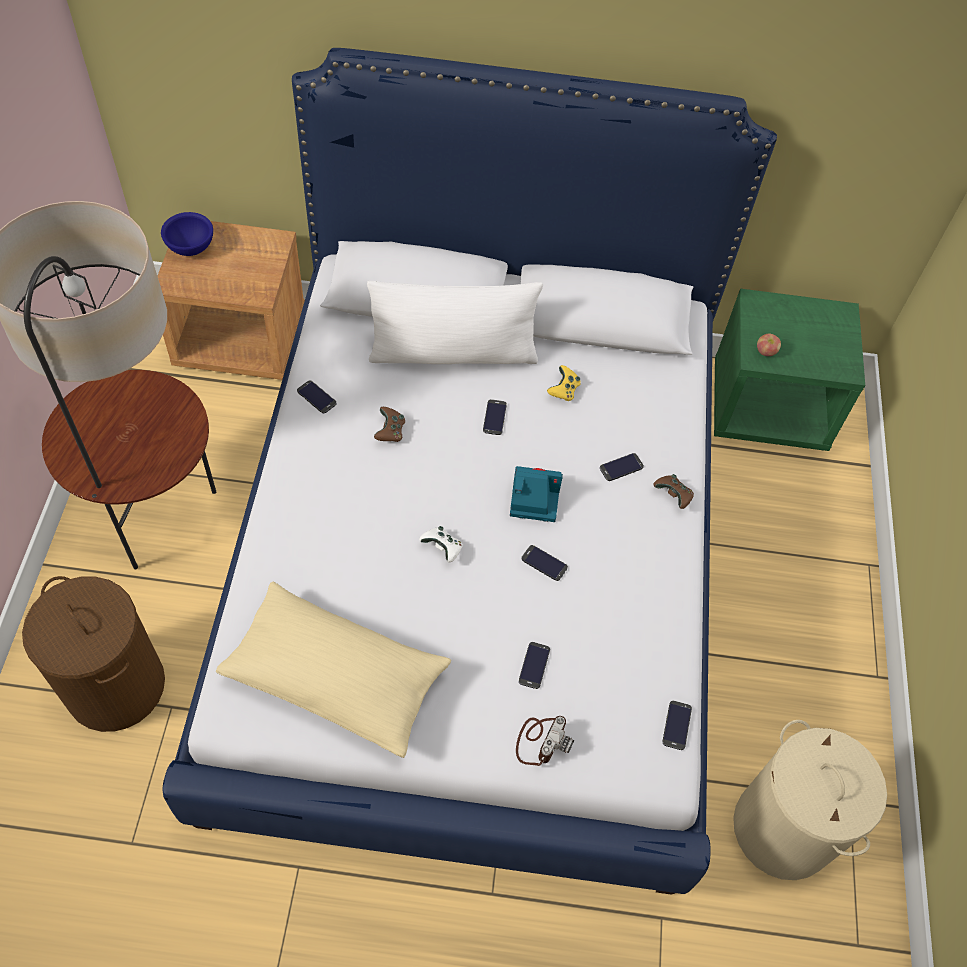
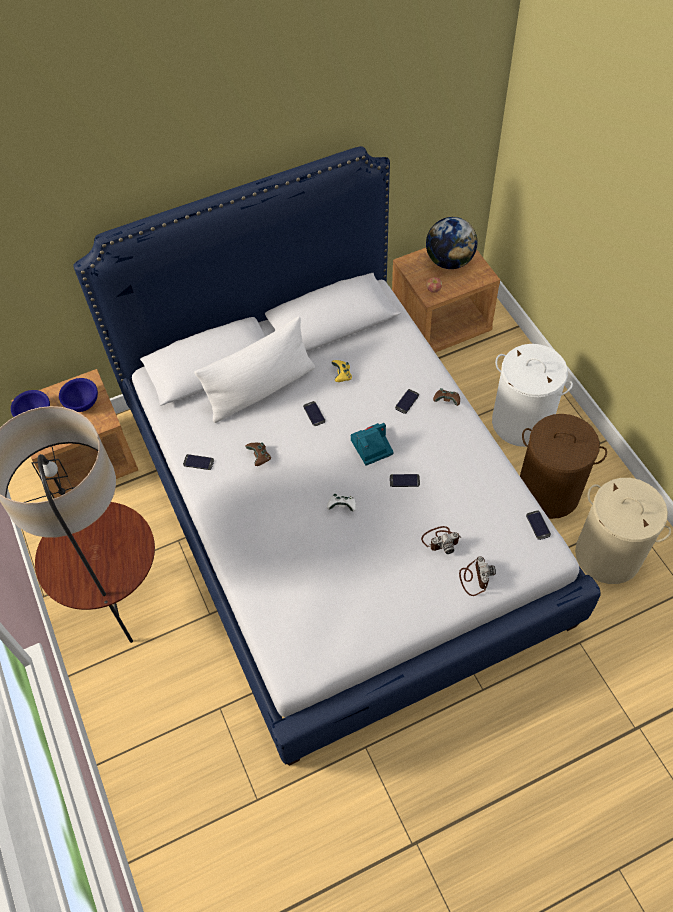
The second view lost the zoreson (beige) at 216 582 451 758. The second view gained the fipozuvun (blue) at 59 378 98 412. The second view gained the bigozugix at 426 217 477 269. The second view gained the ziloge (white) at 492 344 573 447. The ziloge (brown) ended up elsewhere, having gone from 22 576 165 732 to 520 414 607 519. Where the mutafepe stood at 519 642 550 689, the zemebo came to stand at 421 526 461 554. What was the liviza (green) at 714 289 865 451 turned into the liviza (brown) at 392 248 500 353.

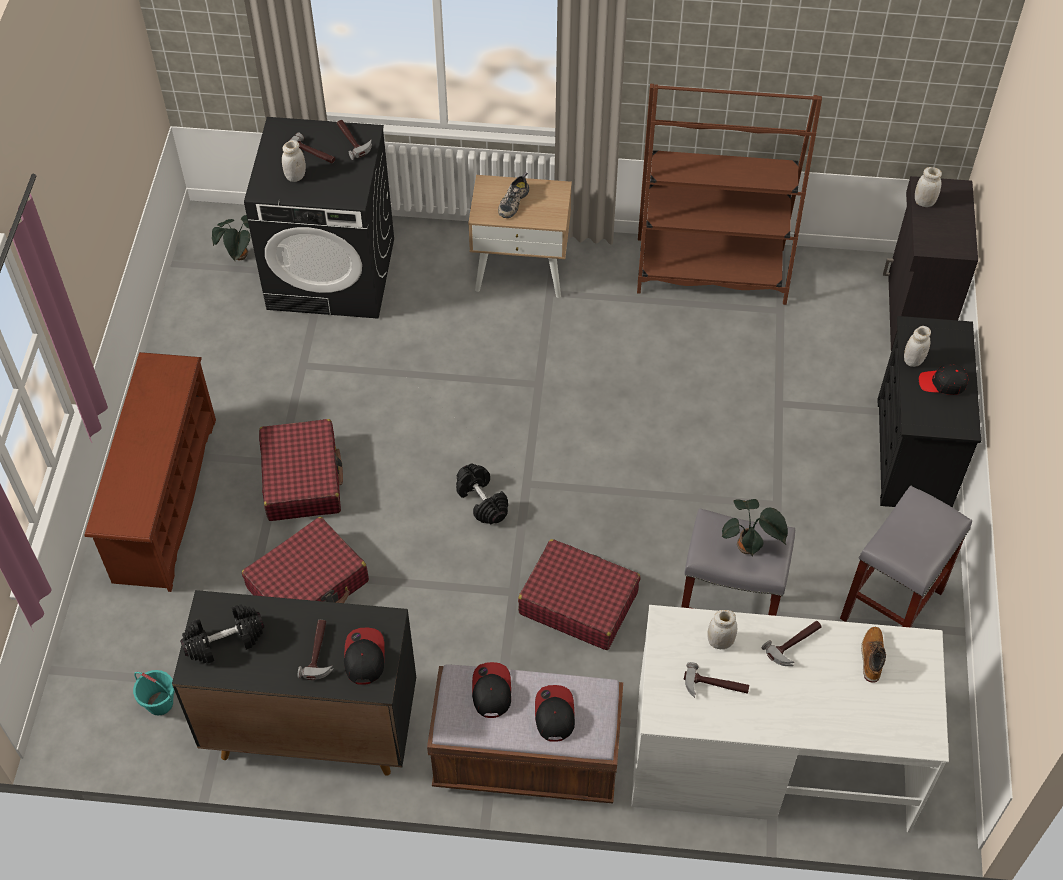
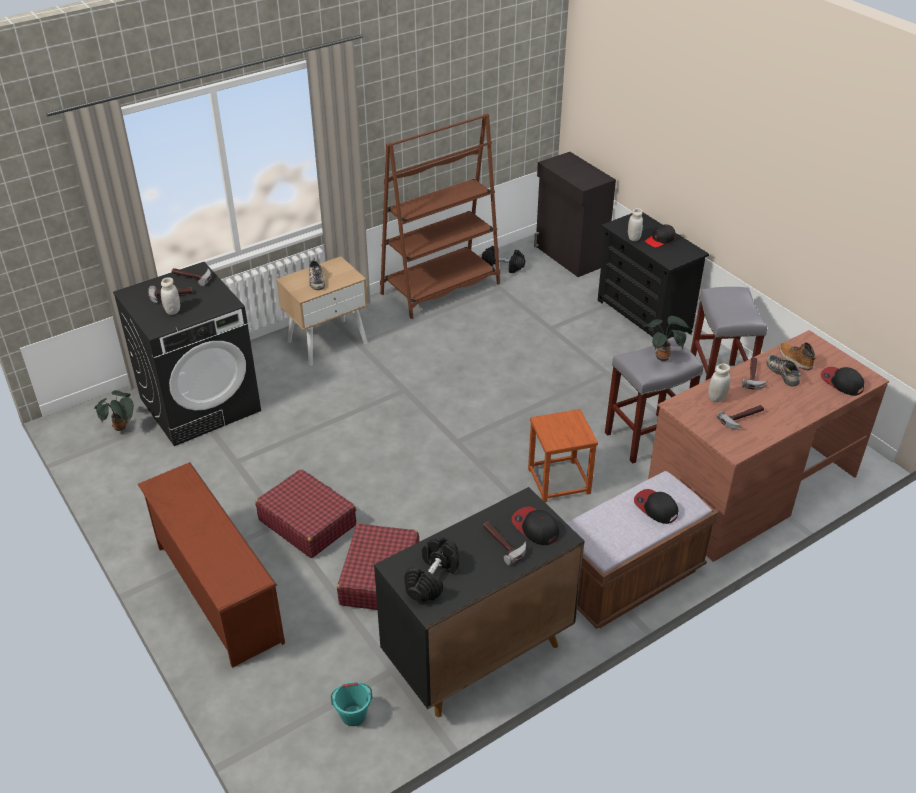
The second view lost the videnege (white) at 915 167 942 207. The second view gained the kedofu at 766 355 801 386. The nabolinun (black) ended up elsewhere, having gone from 456 464 508 524 to 482 246 525 273. The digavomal ended up elsewhere, having gone from 472 662 511 718 to 821 367 864 396. Where the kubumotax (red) stood at 518 539 640 650, the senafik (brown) came to stand at 528 409 598 502. What was the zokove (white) at 631 605 949 833 turned into the zokove (brown) at 648 330 889 562.

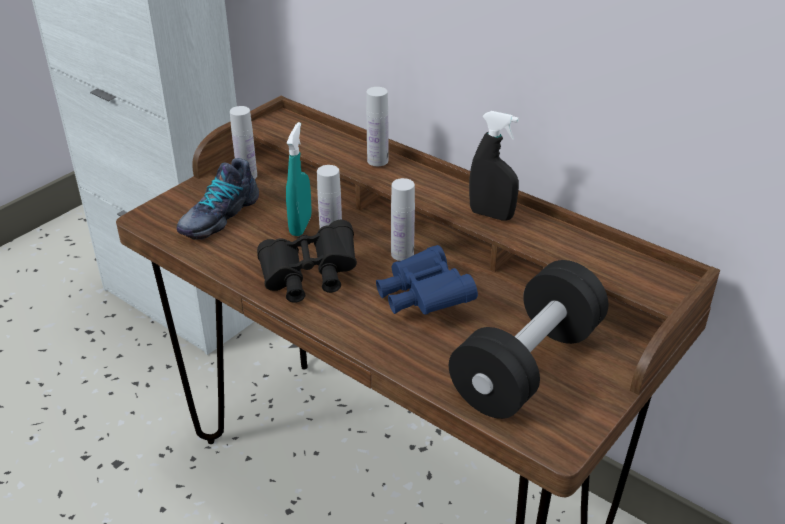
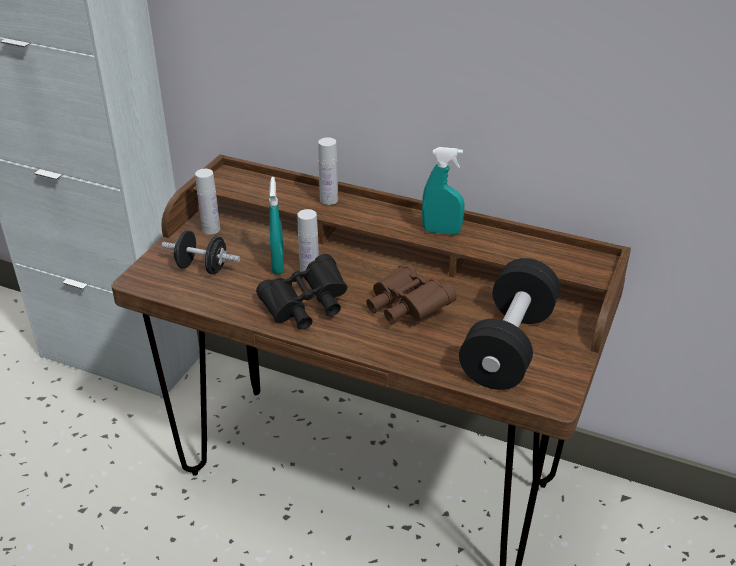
The second view lost the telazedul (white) at 391 178 415 261. Where the kedofu stood at 177 158 259 240, the nabolinun (black) came to stand at 162 230 240 274. What was the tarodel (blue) at 376 245 478 315 turned into the tarodel (brown) at 366 263 457 324. What was the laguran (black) at 469 111 519 220 turned into the laguran (turquoise) at 422 147 465 235.

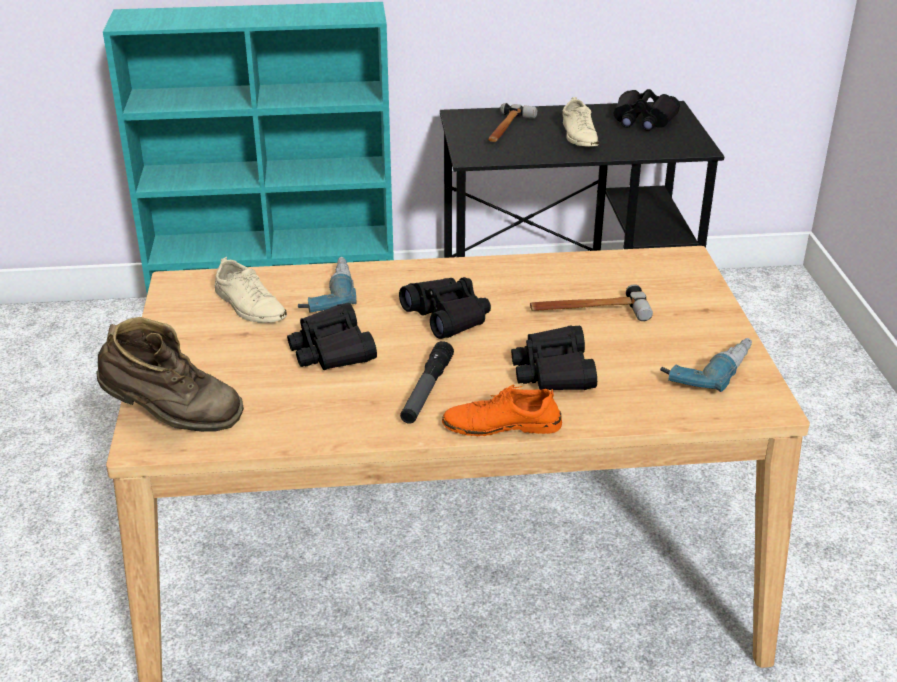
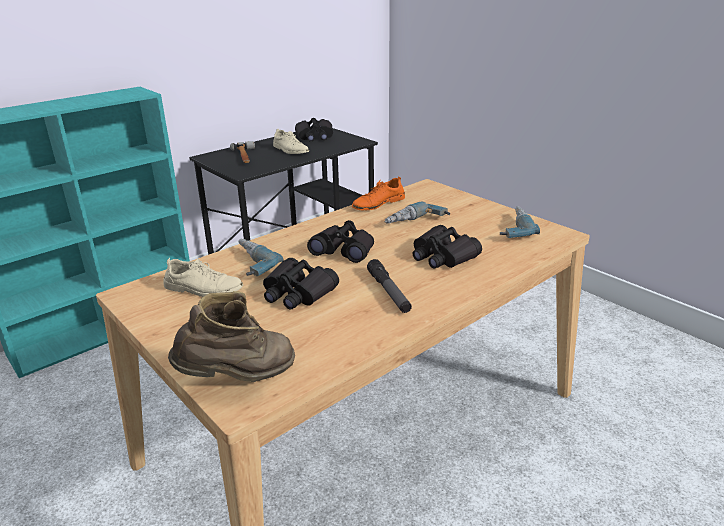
The kedofu (orange) ended up elsewhere, having gone from 442 384 562 436 to 352 177 405 211. Where the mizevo stood at 530 284 653 321, the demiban came to stand at 385 202 450 224.

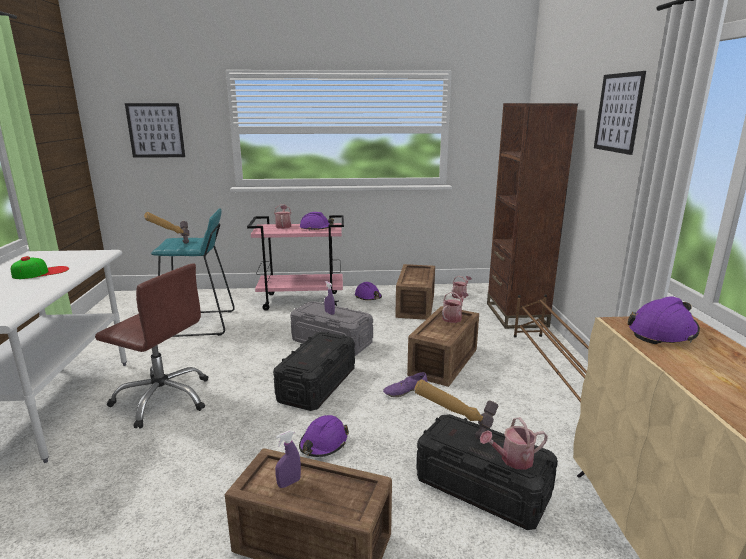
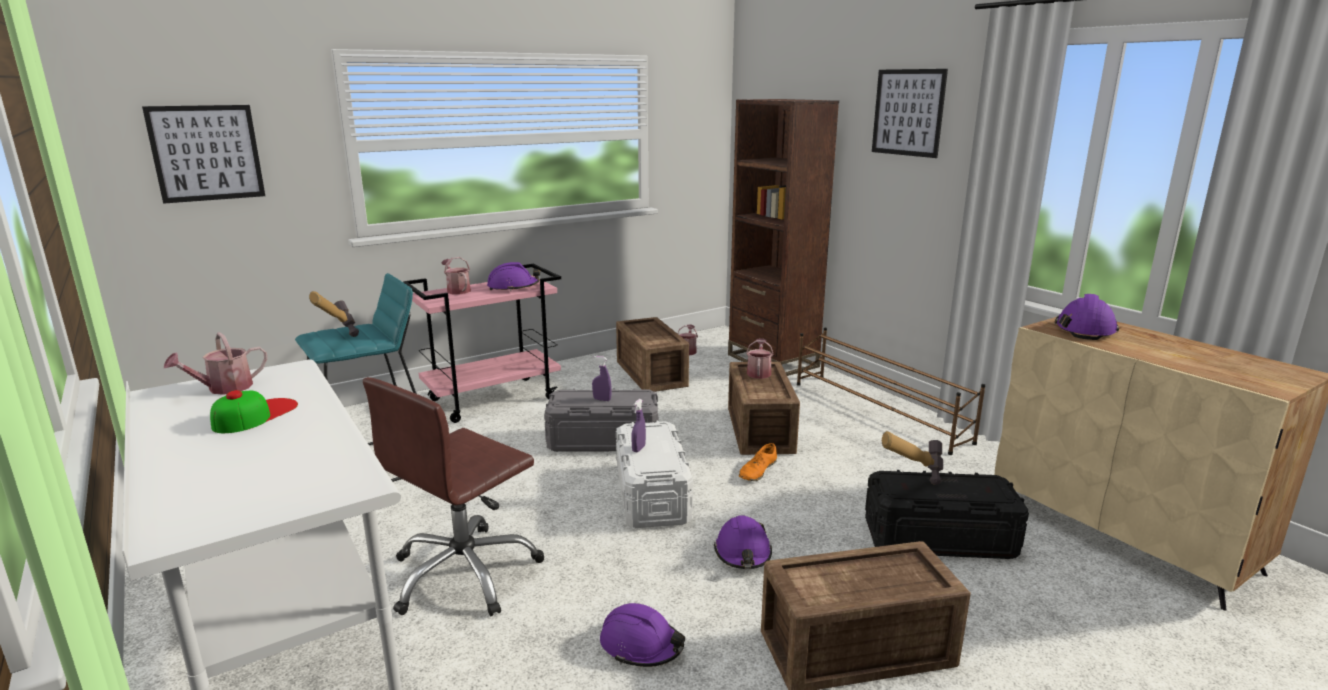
The laguran (purple) ended up elsewhere, having gone from 275 430 301 488 to 632 399 646 452. The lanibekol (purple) ended up elsewhere, having gone from 355 282 382 300 to 600 603 685 667. The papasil ended up elsewhere, having gone from 480 417 548 470 to 164 332 267 395. What was the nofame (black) at 273 332 355 411 turned into the nofame (white) at 616 421 693 528. What was the kedofu (purple) at 383 372 427 397 turned into the kedofu (orange) at 739 443 777 481. The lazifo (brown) at 95 263 208 428 ended up facing another way, 135 degrees clockwise from before.

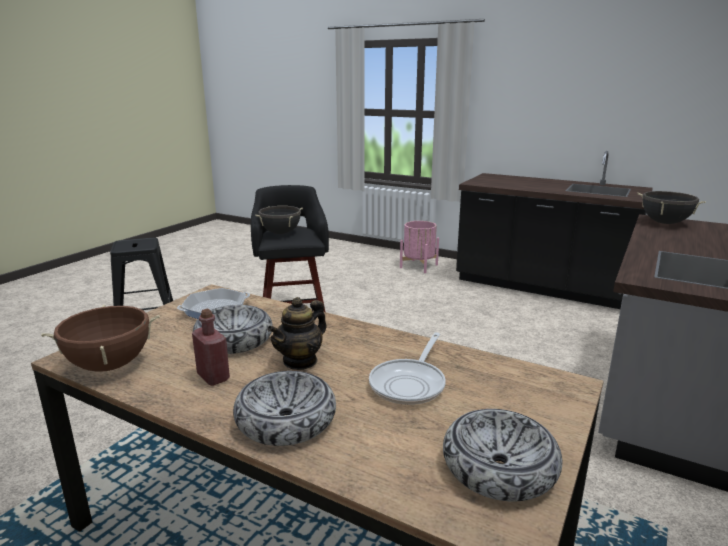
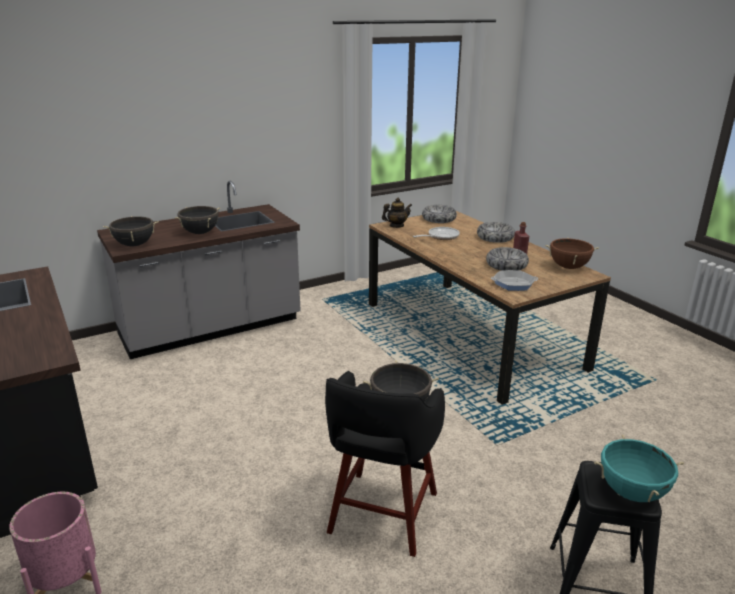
The second view gained the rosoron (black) at 175 206 220 234. The second view gained the rosoron (turquoise) at 594 434 684 502. The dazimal ended up elsewhere, having gone from 267 297 327 370 to 382 198 412 228.

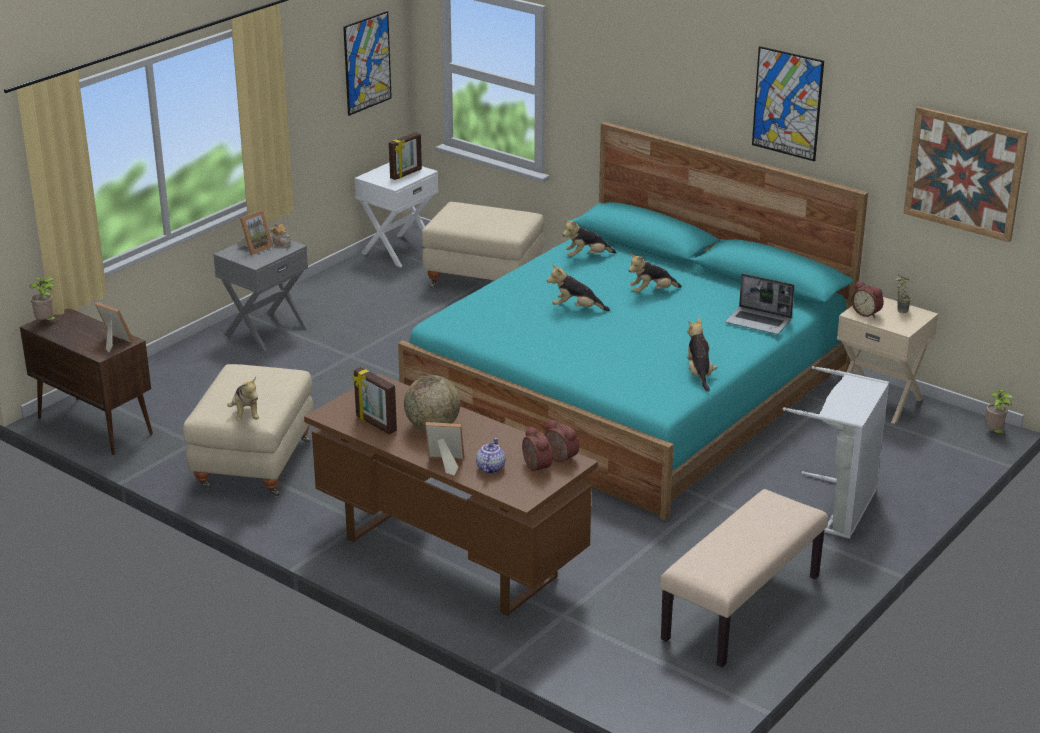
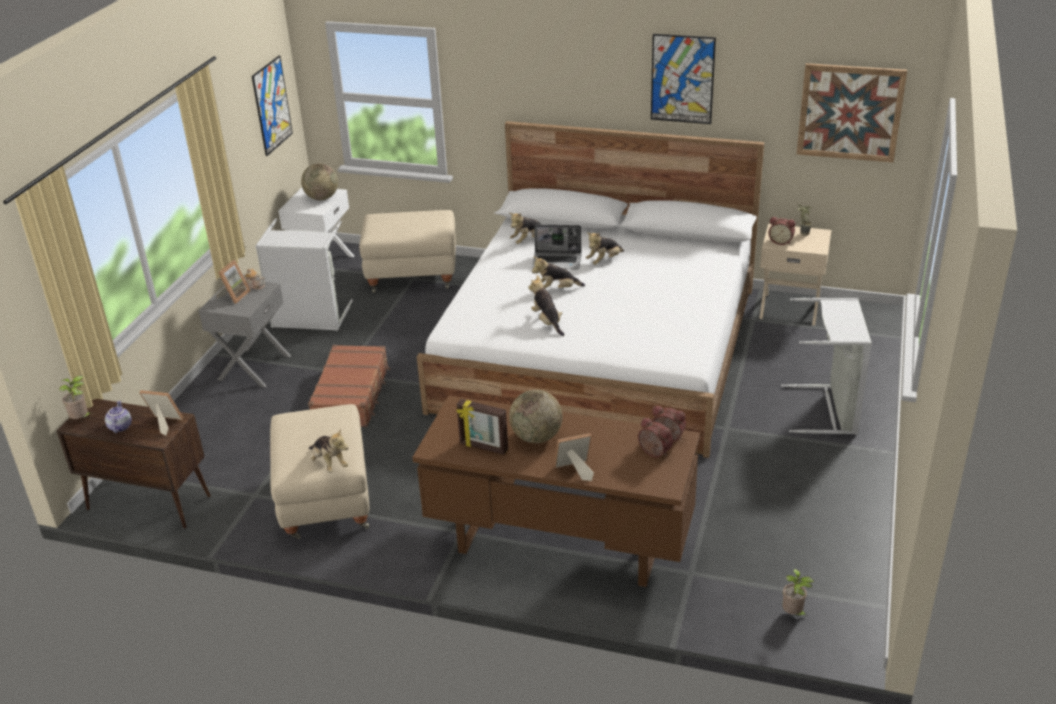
The second view lost the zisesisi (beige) at 660 489 828 667. The second view gained the ziloge (grey) at 255 218 353 331. The second view gained the kubumotax (brown) at 308 345 390 427. The dazimal ended up elsewhere, having gone from 476 438 505 474 to 105 401 132 433. The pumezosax ended up elsewhere, having gone from 687 318 717 392 to 528 275 564 336. The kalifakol ended up elsewhere, having gone from 725 273 795 334 to 532 225 581 269. The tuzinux ended up elsewhere, having gone from 985 389 1013 436 to 783 569 814 617. Where the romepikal stood at 389 132 422 180, the bigozugix came to stand at 301 163 338 200. What was the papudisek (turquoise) at 398 122 868 521 turned into the papudisek (white) at 417 121 764 458.

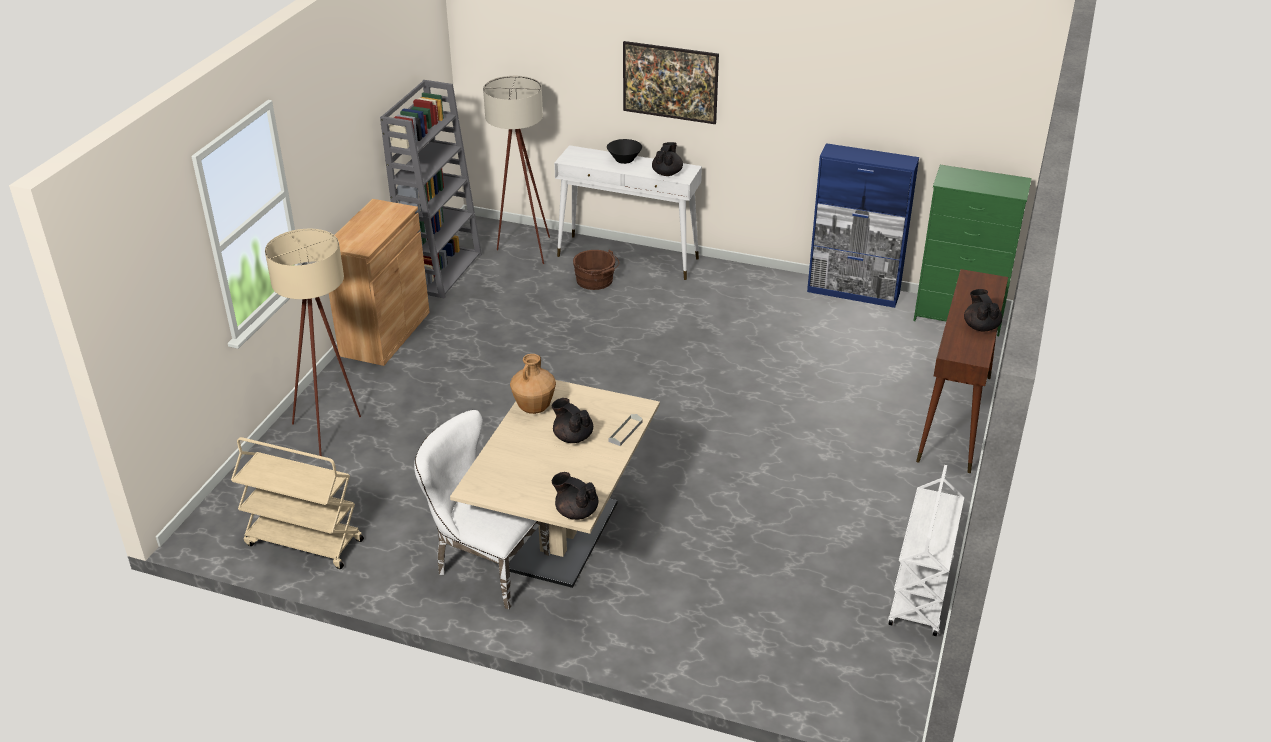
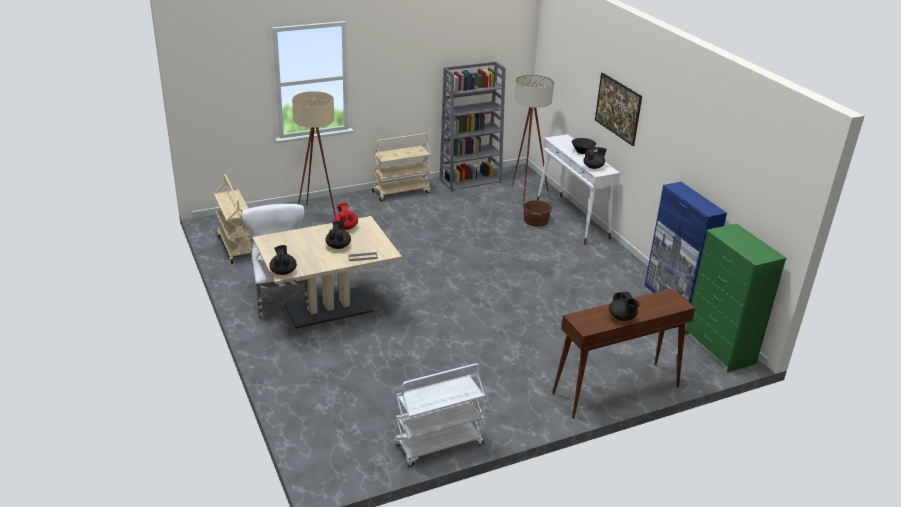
Where the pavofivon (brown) stood at 329 199 430 366, the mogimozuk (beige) came to stand at 372 133 431 201. Where the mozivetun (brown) stood at 510 354 556 414, the dazimal (red) came to stand at 334 203 358 230. The dazimal (black) at 964 289 1003 331 ended up facing another way, 120 degrees clockwise from before.

